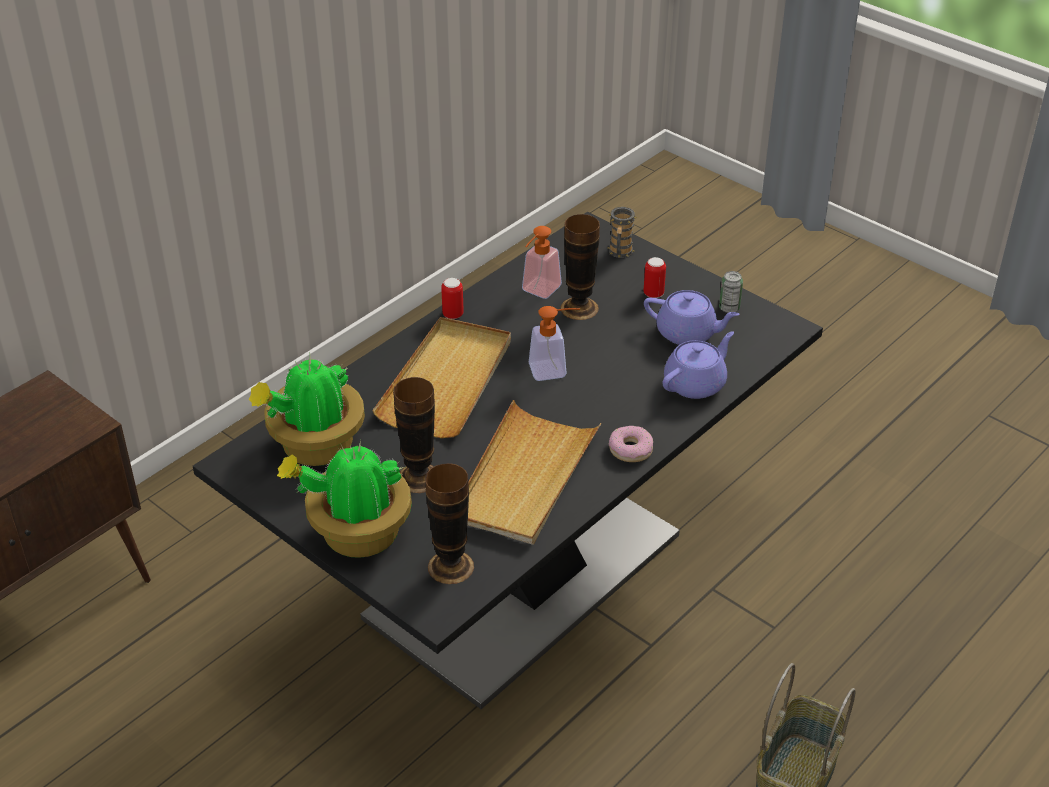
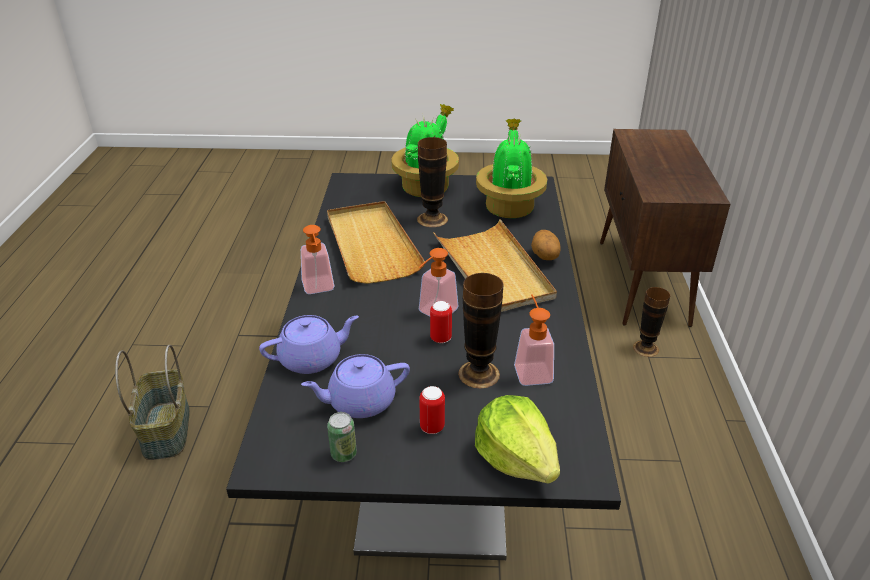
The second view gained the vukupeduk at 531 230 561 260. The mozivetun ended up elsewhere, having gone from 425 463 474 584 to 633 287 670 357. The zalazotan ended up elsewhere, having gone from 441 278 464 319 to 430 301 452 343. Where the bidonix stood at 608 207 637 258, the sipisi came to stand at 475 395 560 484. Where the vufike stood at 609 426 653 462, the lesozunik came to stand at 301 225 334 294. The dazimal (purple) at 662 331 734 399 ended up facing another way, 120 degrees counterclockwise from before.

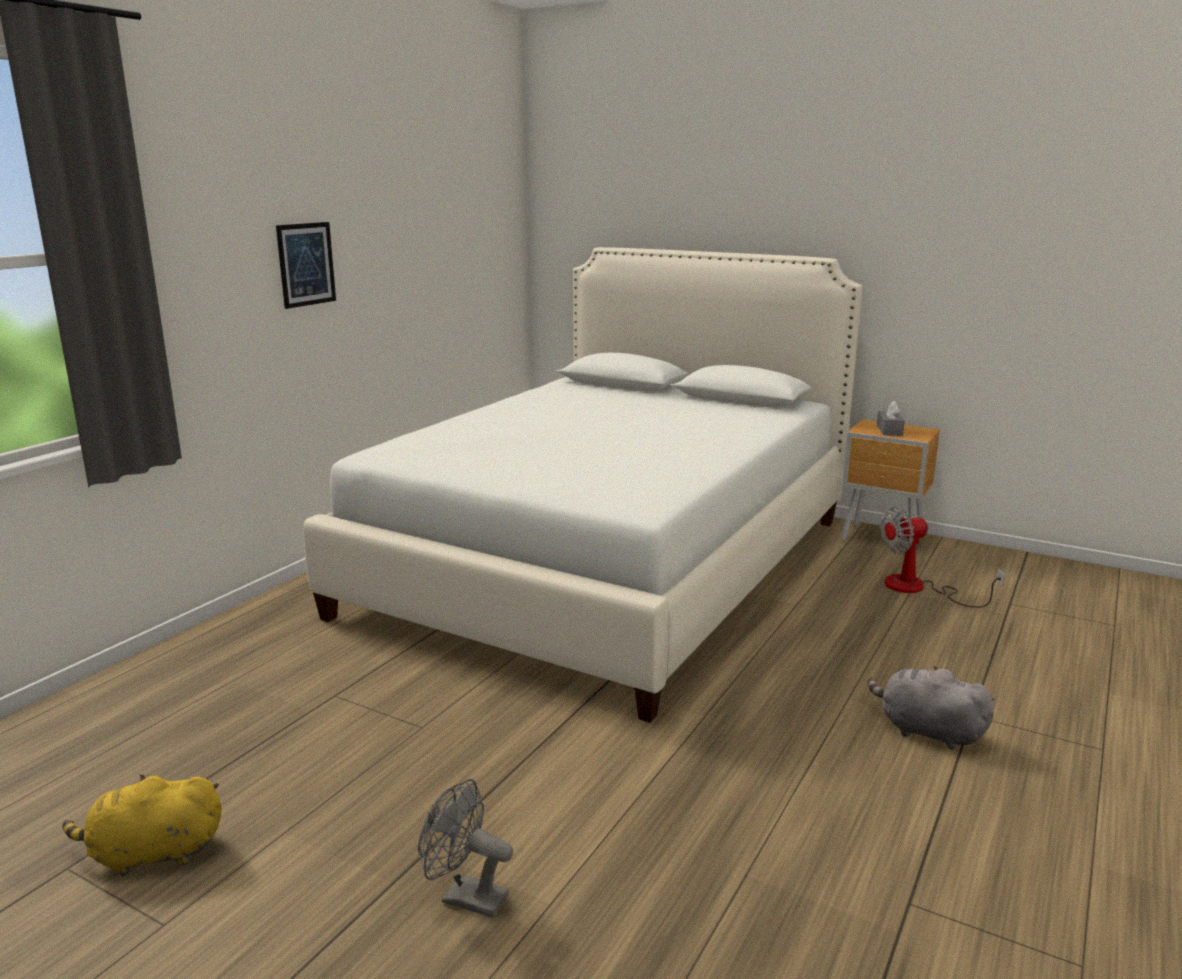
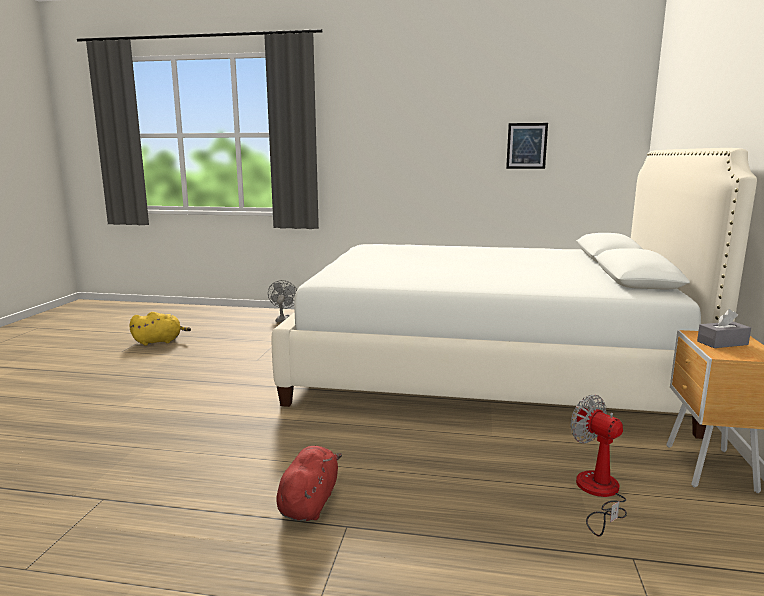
The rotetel ended up elsewhere, having gone from 276 222 336 309 to 506 123 548 169. The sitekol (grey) ended up elsewhere, having gone from 418 779 513 918 to 268 280 297 322. What was the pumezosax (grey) at 867 666 995 750 turned into the pumezosax (red) at 276 446 342 521. The pumezosax (yellow) at 63 774 222 876 ended up facing another way, 105 degrees clockwise from before.

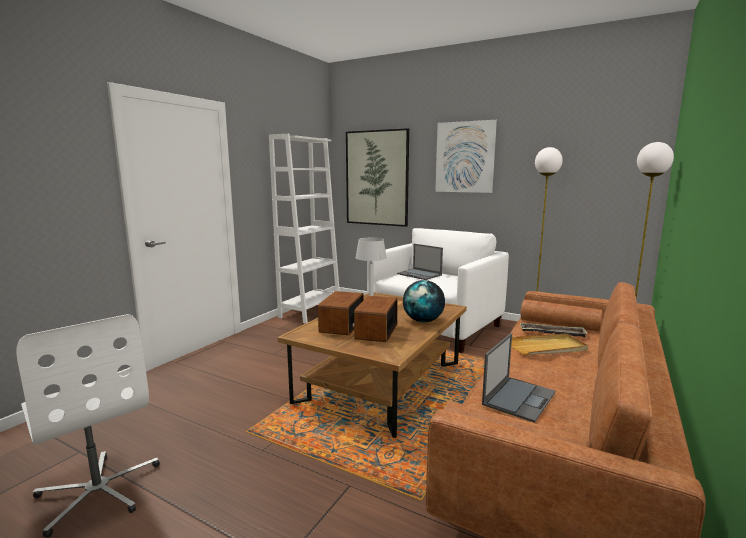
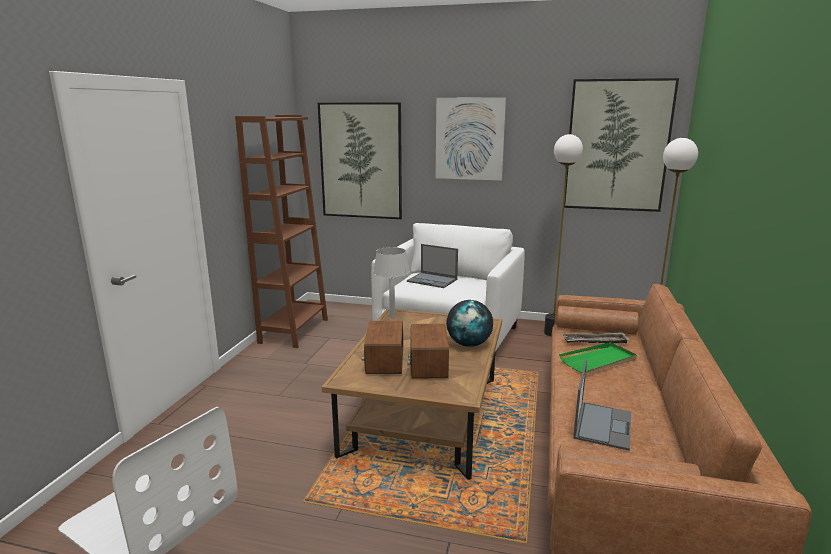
The second view gained the rotetel at 564 78 679 212. What was the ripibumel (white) at 269 134 340 324 turned into the ripibumel (brown) at 235 115 328 348. What was the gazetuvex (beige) at 511 333 588 355 turned into the gazetuvex (green) at 559 342 637 373.

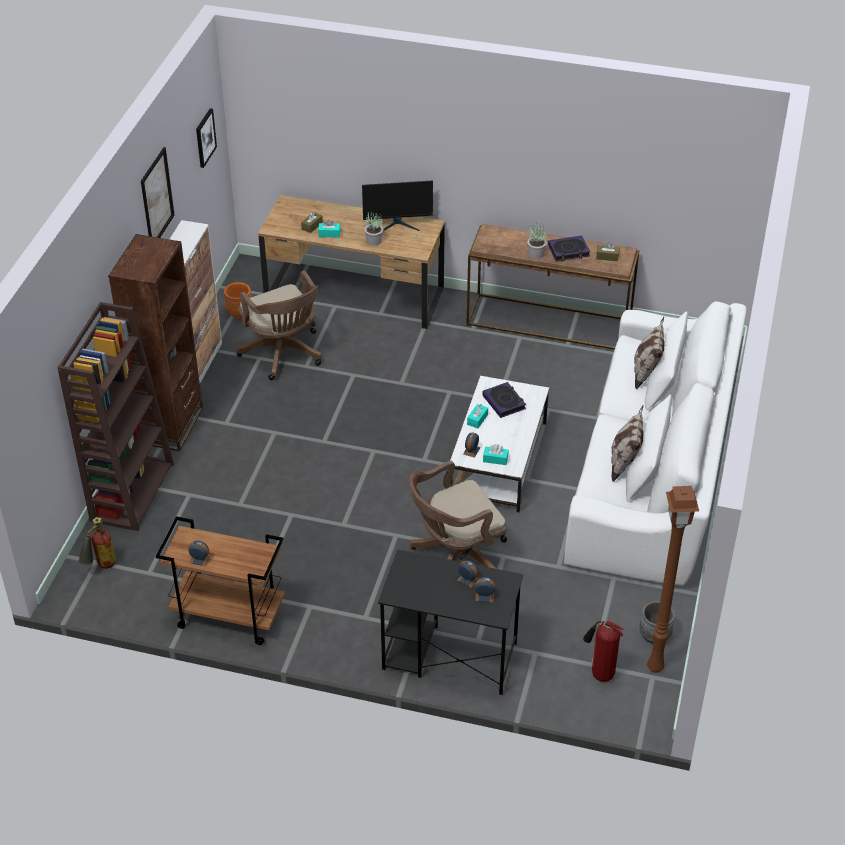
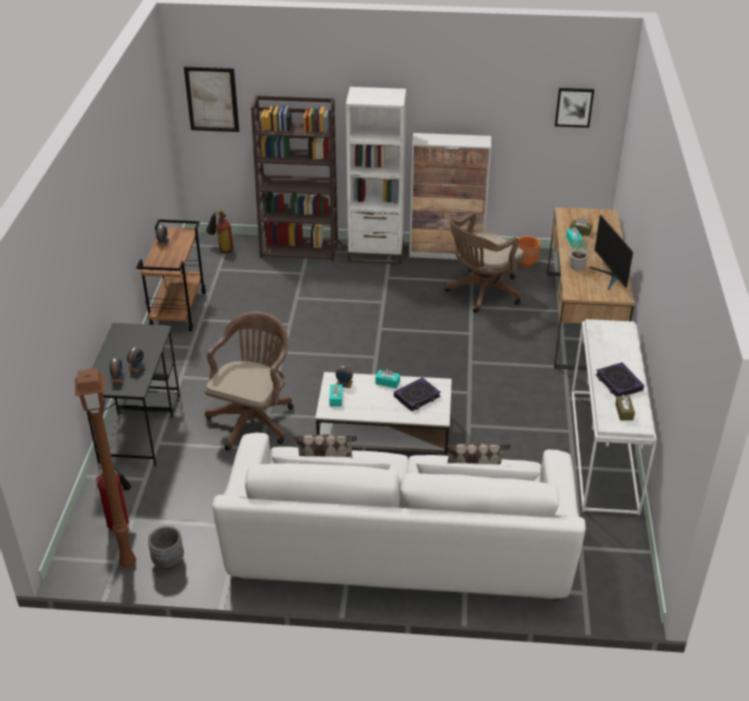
The second view lost the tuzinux at 527 223 547 259. The rotetel ended up elsewhere, having gone from 141 147 175 238 to 184 66 239 132. What was the ripibumel (brown) at 108 234 203 451 turned into the ripibumel (white) at 346 87 406 264. What was the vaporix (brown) at 466 224 639 350 turned into the vaporix (white) at 571 319 657 515. The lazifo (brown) at 409 460 507 569 ended up facing another way, 60 degrees clockwise from before.

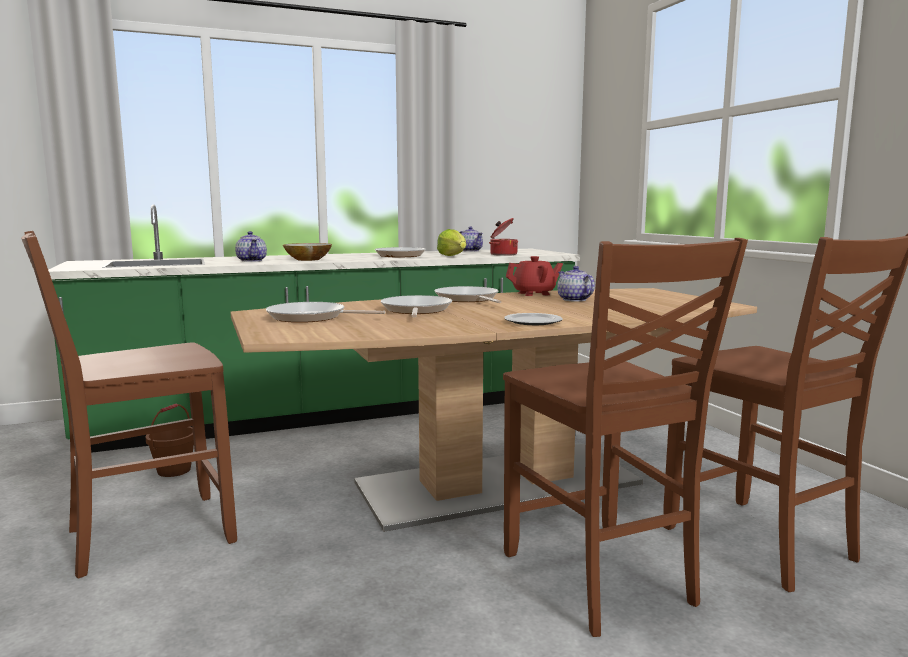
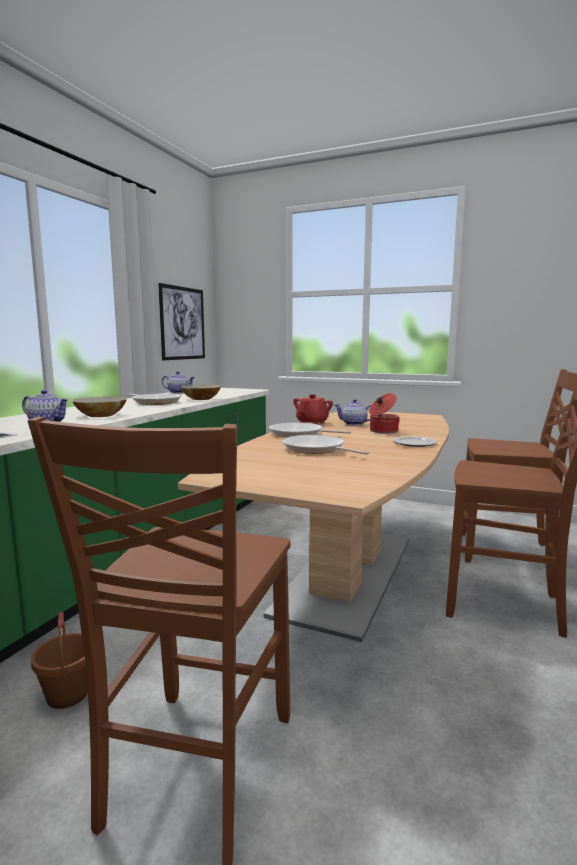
The second view lost the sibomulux at 266 302 385 323. The second view gained the rotetel at 158 283 205 361. The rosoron ended up elsewhere, having gone from 489 218 518 256 to 369 393 400 434. Where the sipisi stood at 437 229 466 256, the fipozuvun came to stand at 181 385 221 400.

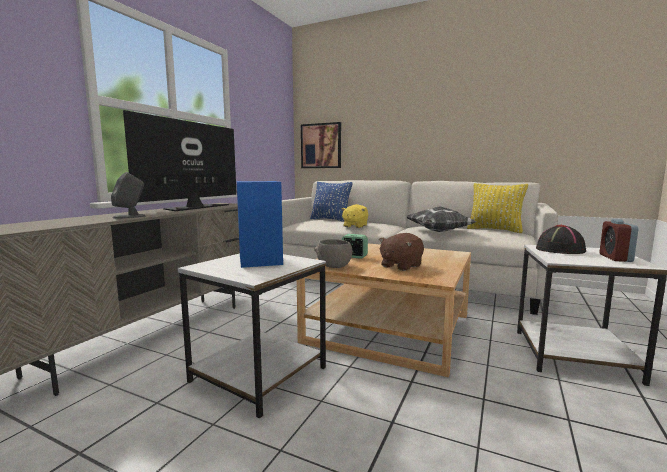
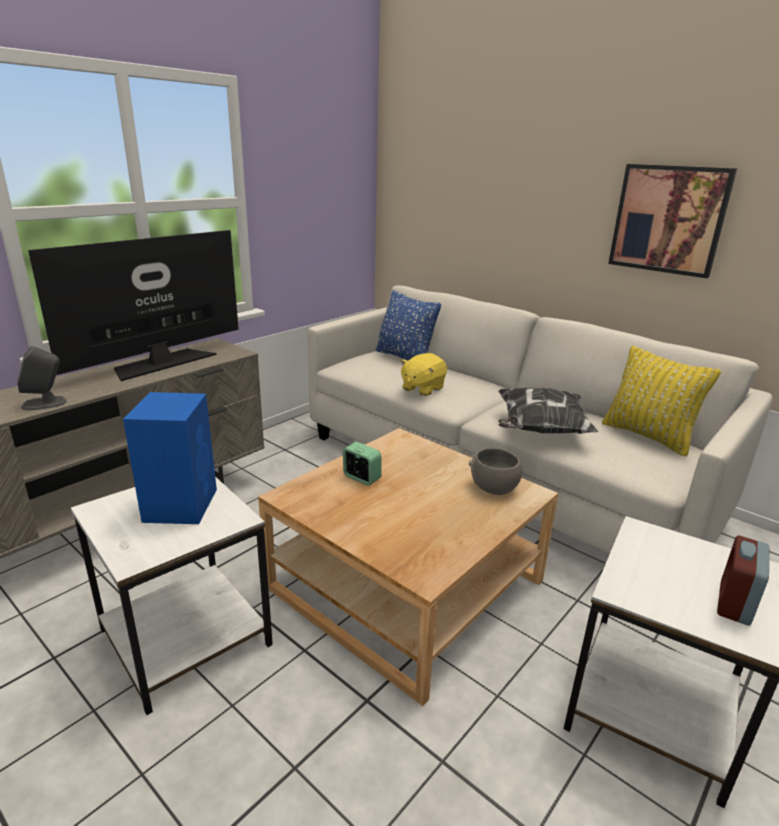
The second view lost the pumezosax (brown) at 379 233 424 271. The second view lost the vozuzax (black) at 536 225 586 254. The rotetel ended up elsewhere, having gone from 301 122 341 168 to 608 164 737 278. The fipozuvun (grey) ended up elsewhere, having gone from 314 239 352 268 to 469 448 522 495.

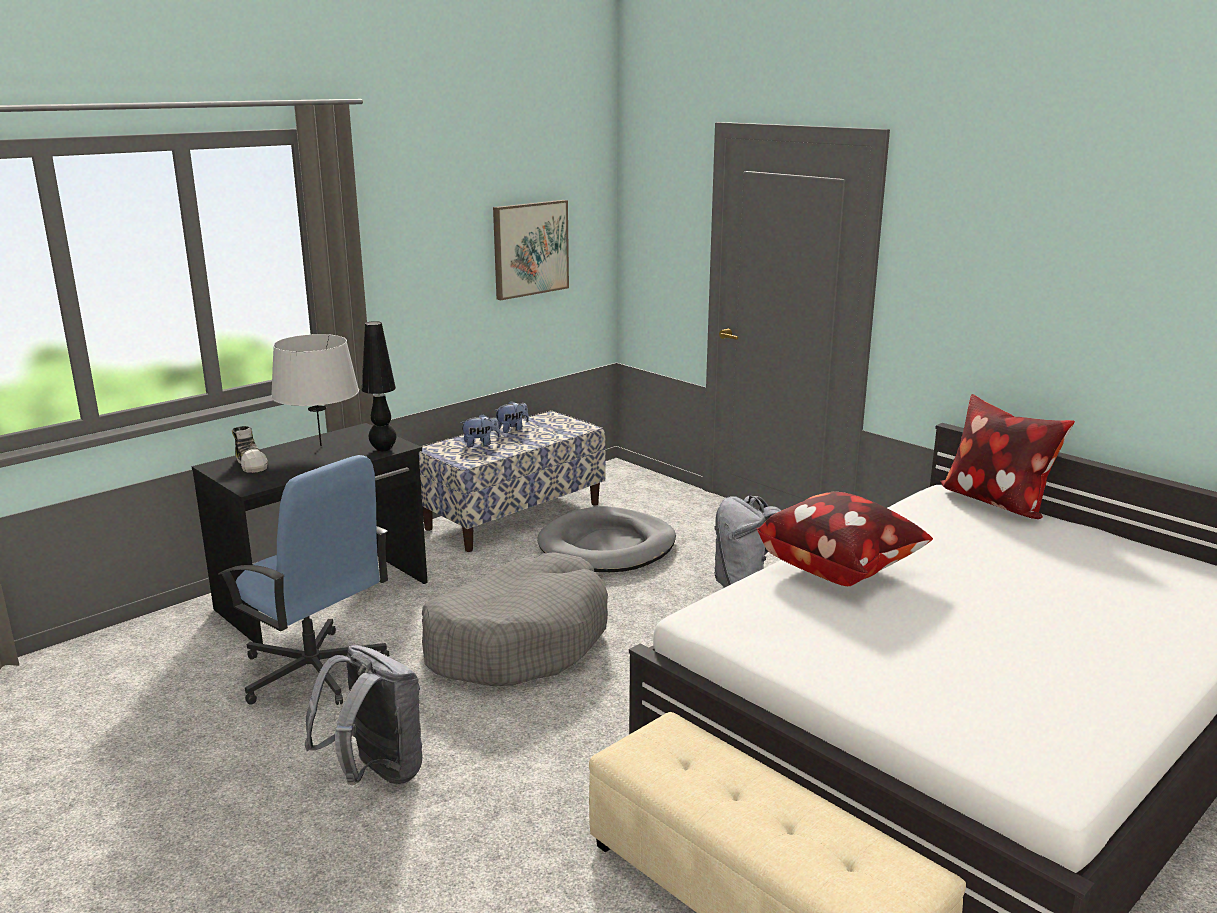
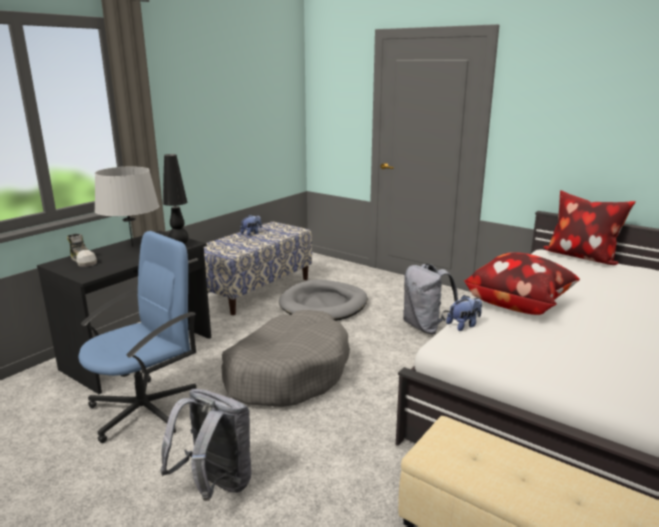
The second view lost the rotetel at 493 200 569 300. The pumezosax ended up elsewhere, having gone from 460 414 500 447 to 446 295 482 331. The lazifo (blue) at 219 455 389 705 ended up facing another way, 75 degrees counterclockwise from before.

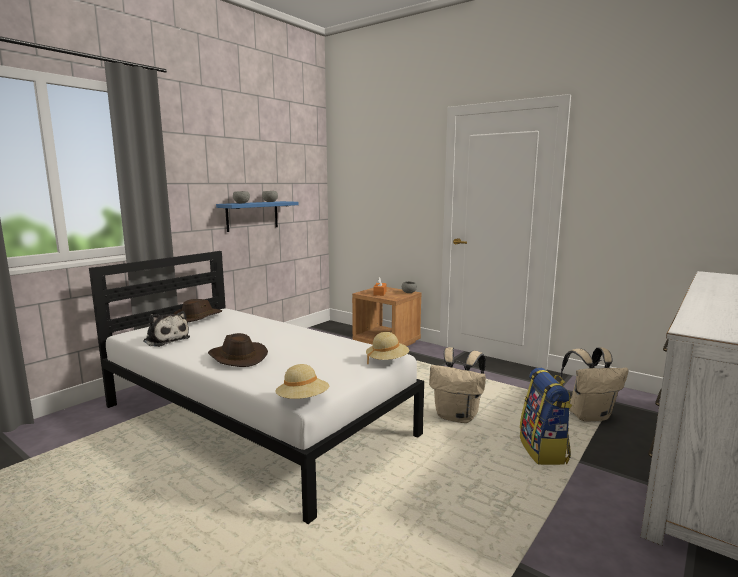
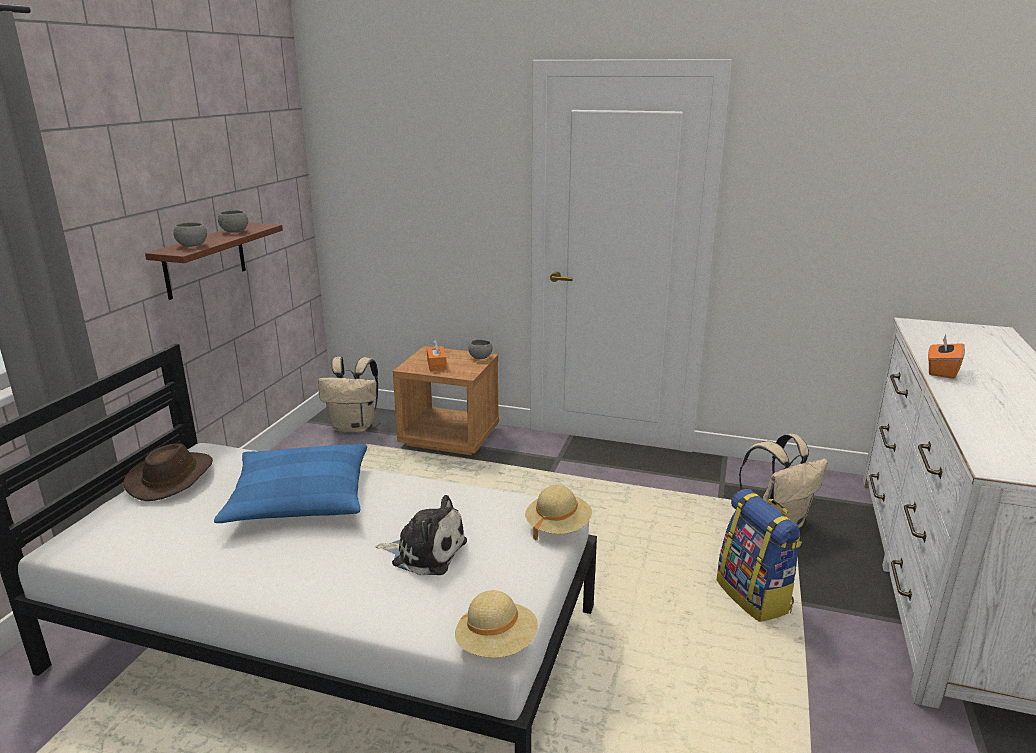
The second view lost the vozuzax (brown) at 208 333 268 367. The second view gained the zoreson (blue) at 214 444 367 523. The second view gained the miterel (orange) at 928 334 965 379. The pumezosax ended up elsewhere, having gone from 143 311 190 347 to 375 495 467 575. The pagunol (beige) ended up elsewhere, having gone from 429 347 486 423 to 318 357 378 433. What was the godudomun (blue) at 216 201 299 232 turned into the godudomun (brown) at 145 223 283 300.

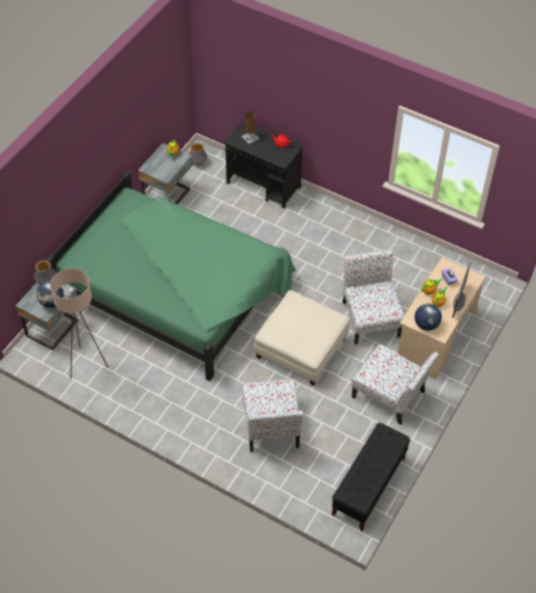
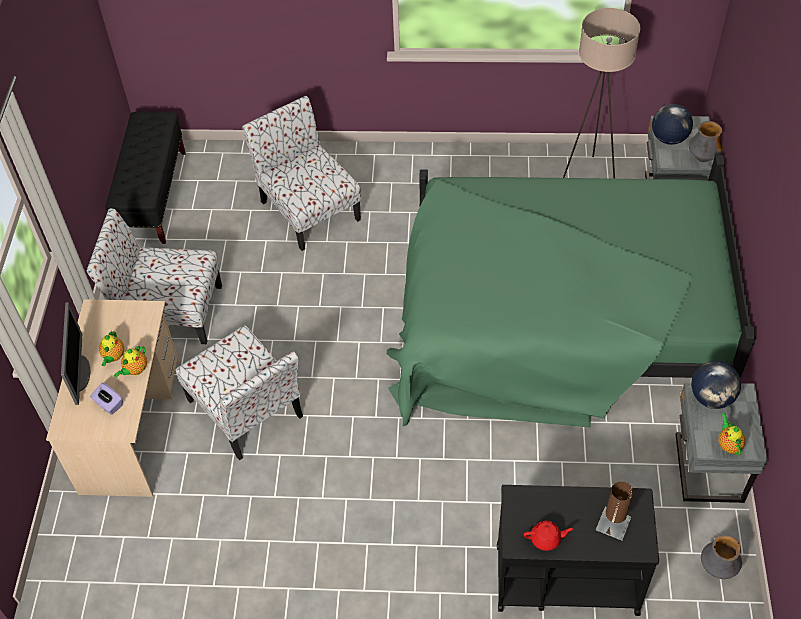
The second view lost the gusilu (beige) at 254 290 350 386. The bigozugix ended up elsewhere, having gone from 415 303 442 331 to 691 361 741 409.

